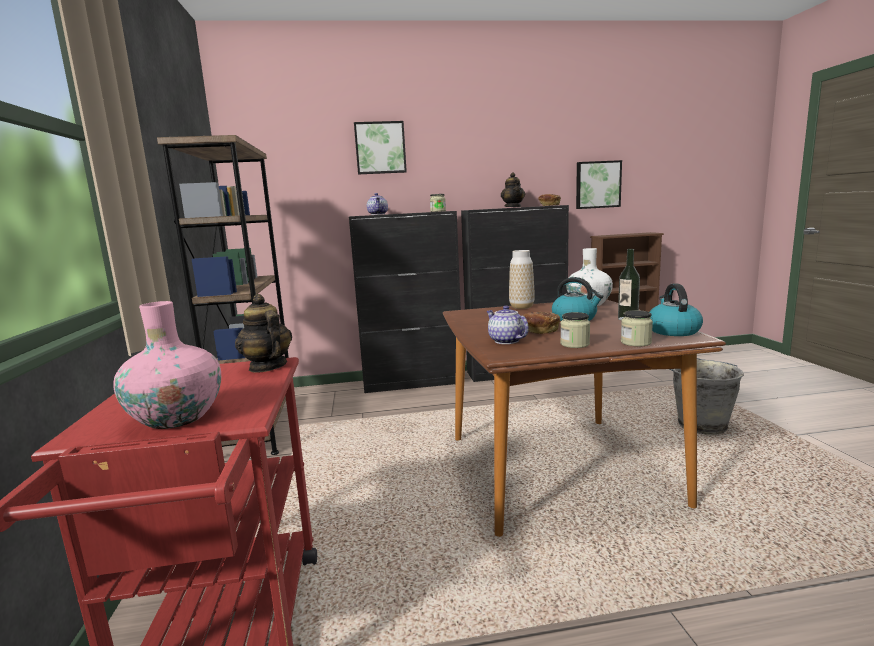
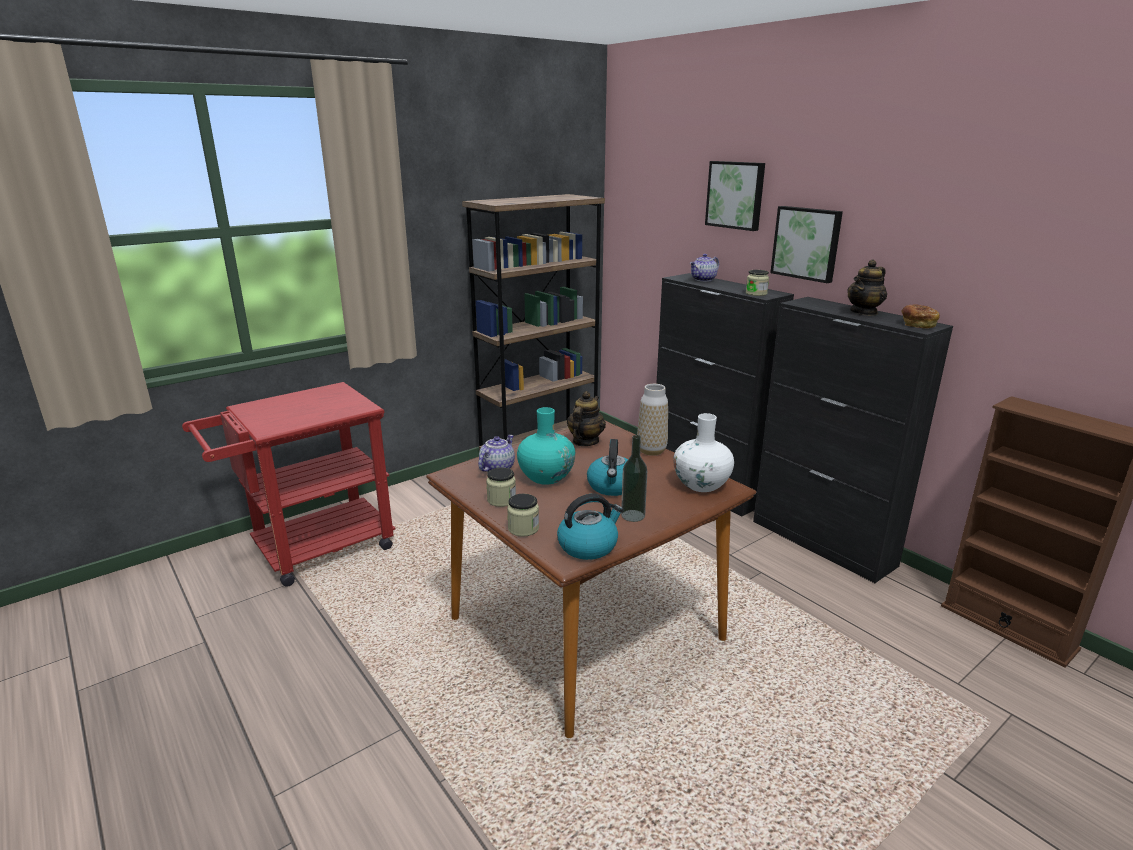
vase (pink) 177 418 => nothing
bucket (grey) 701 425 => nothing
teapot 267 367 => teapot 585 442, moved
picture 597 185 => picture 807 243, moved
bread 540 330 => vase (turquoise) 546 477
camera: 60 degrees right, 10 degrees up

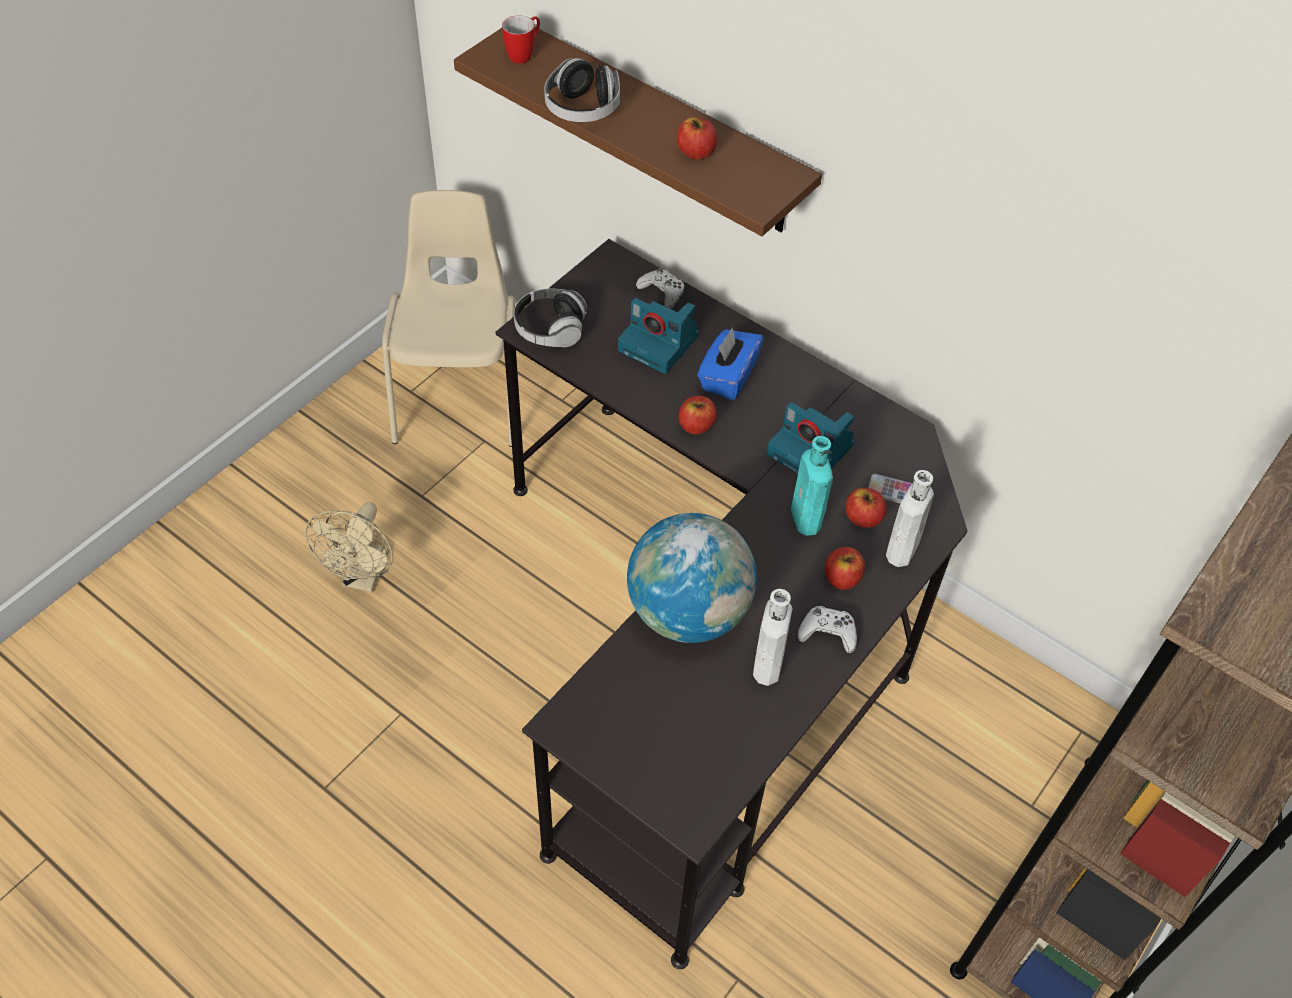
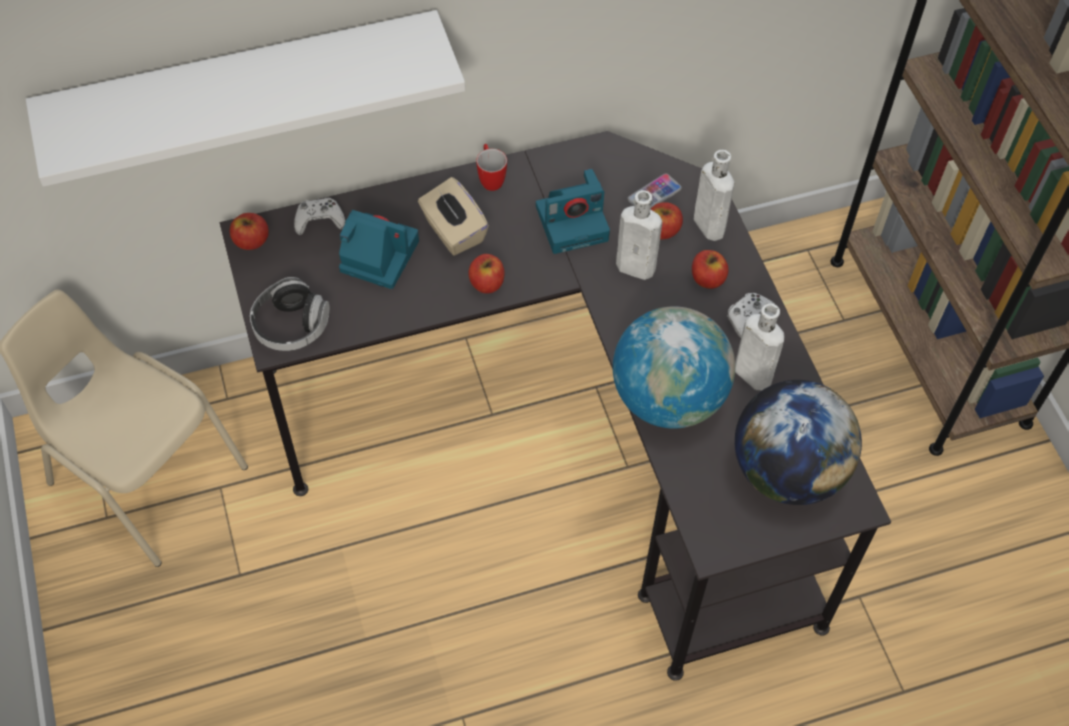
fan (beige) 364 577 => nothing
headphones 582 109 => nothing
nothing => globe 787 471
mug 524 54 => mug 490 178, moved
apple 696 152 => apple 251 241, moved
shelf (brown) 660 128 => shelf (white) 244 86
tissue box (blue) 727 377 => tissue box (beige) 453 231
bottle (turquoise) 806 521 => bottle (white) 638 268
photo camera 660 343 => photo camera 377 256, 135 degrees counterclockwise
camera: 55 degrees left, 5 degrees up

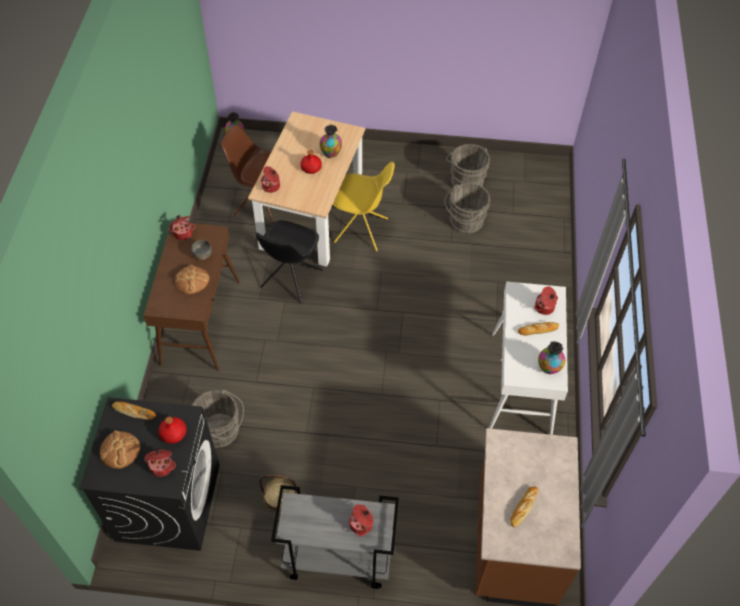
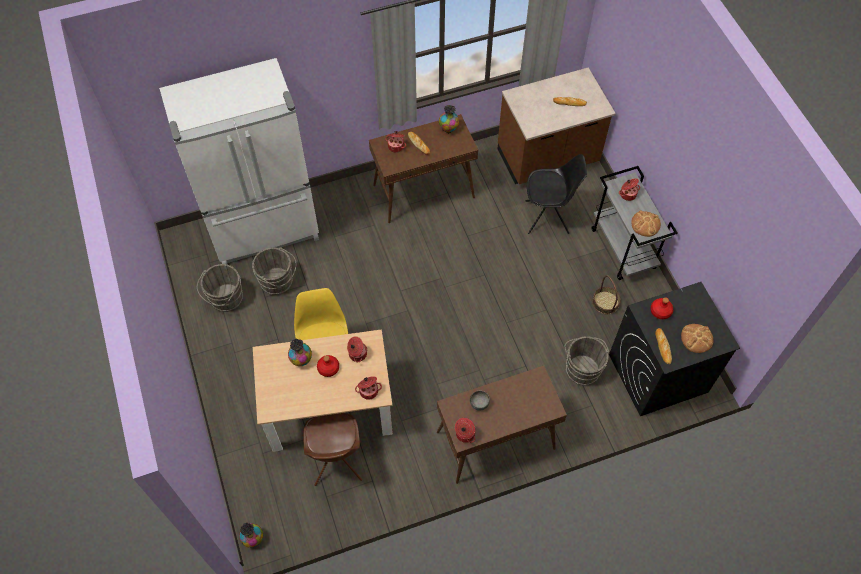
nothing => fridge (white) 264 230
cooking pot 162 466 => cooking pot 357 354, moved
bread 192 281 => bread 645 224, moved
chair (black) 290 279 => chair (black) 548 217, moved
console table (white) 521 384 => console table (brown) 424 191
camera: 115 degrees left, 5 degrees up

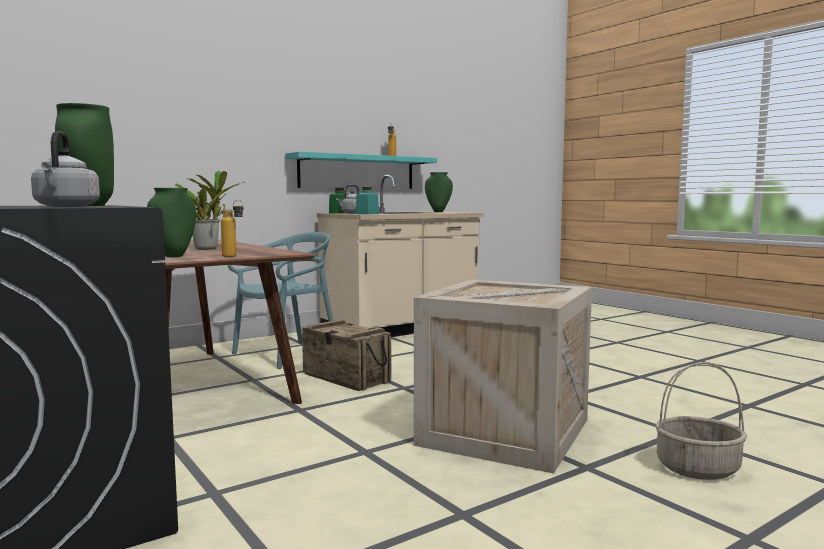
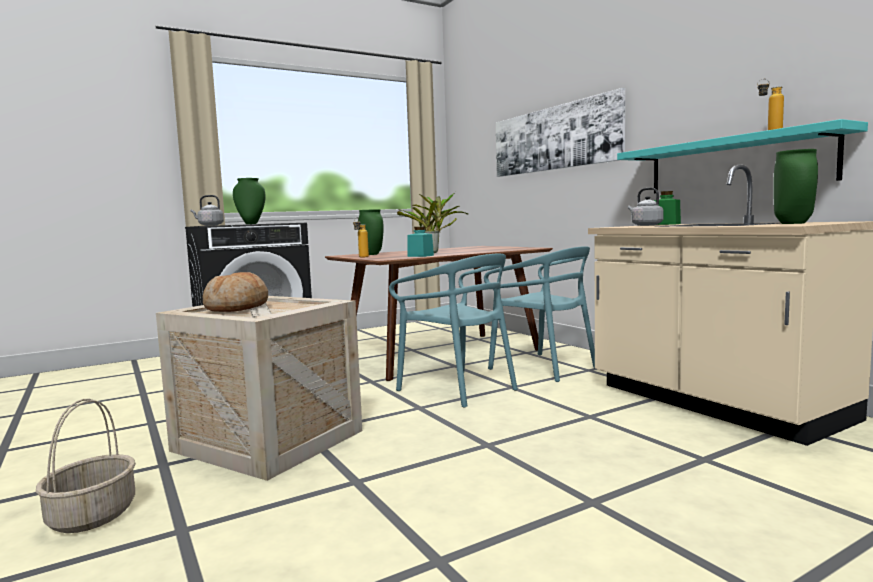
nothing => bread 237 307
nothing => picture 554 138
jar (turquoise) 367 214 => jar (turquoise) 420 256, moved
crate 346 377 => chair (turquoise) 458 389
camera: 95 degrees right, 0 degrees up

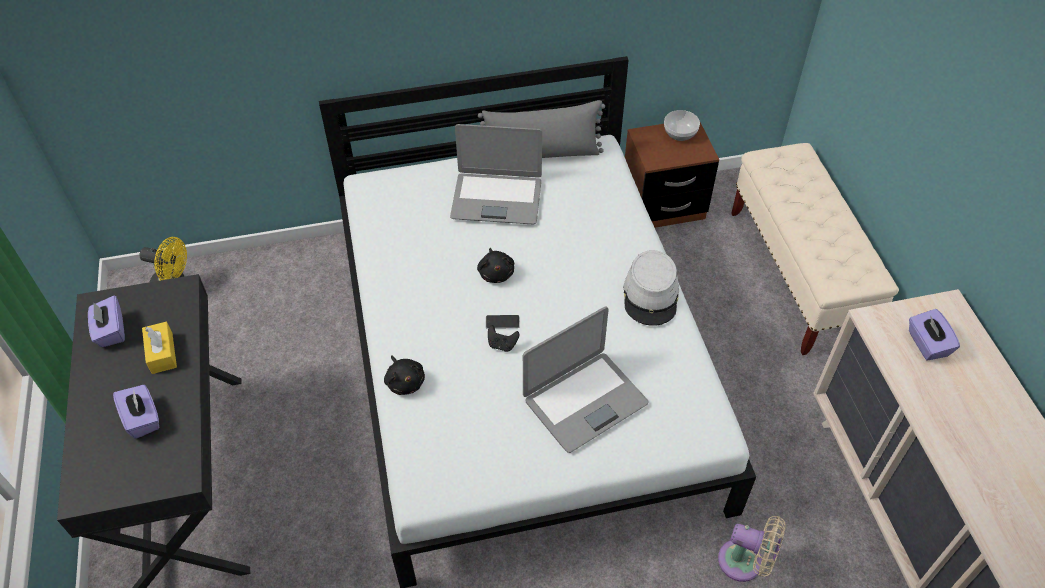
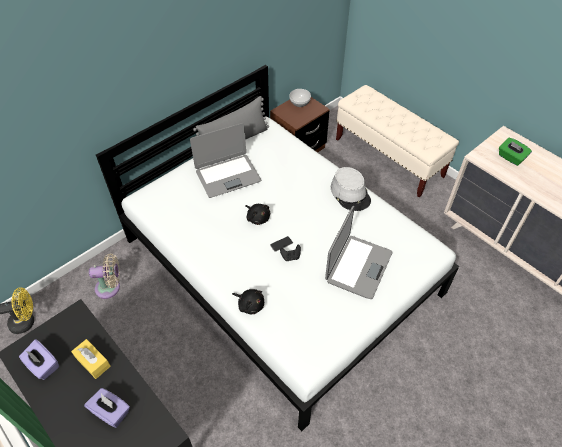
fan (beige) 745 562 => fan (beige) 110 287, moved
tissue box (purple) 926 344 => tissue box (green) 511 158
camera: 30 degrees left, 0 degrees up

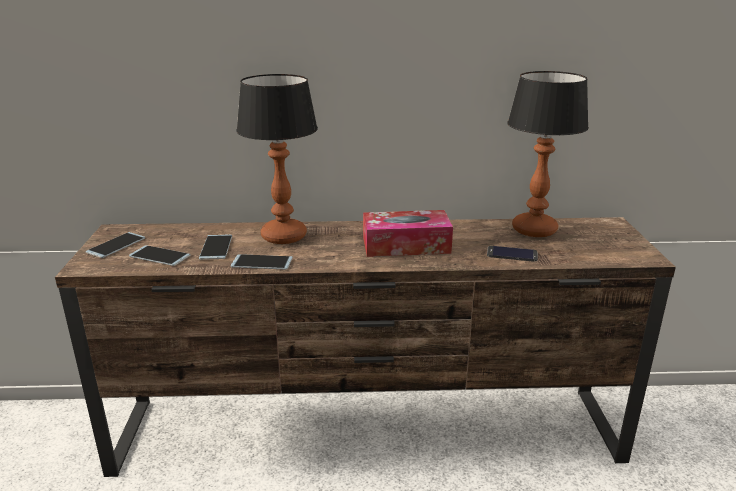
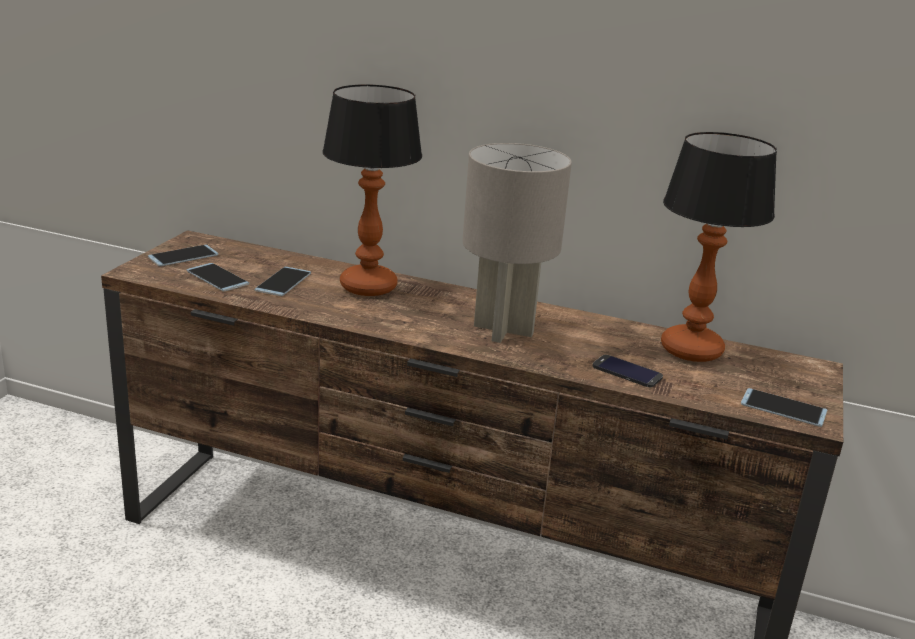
phone 262 262 => phone 783 408, moved
tissue box 406 245 => table lamp (grey) 502 330
camera: 20 degrees right, 0 degrees up

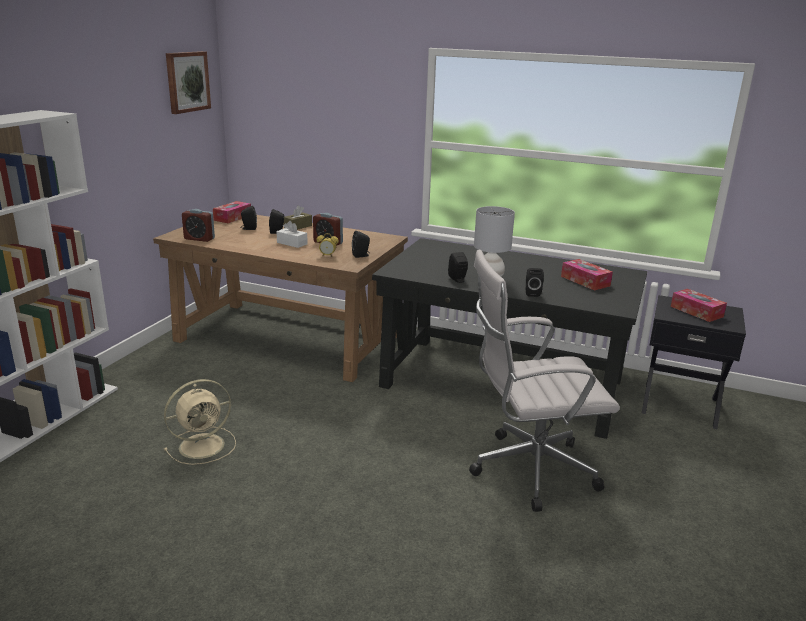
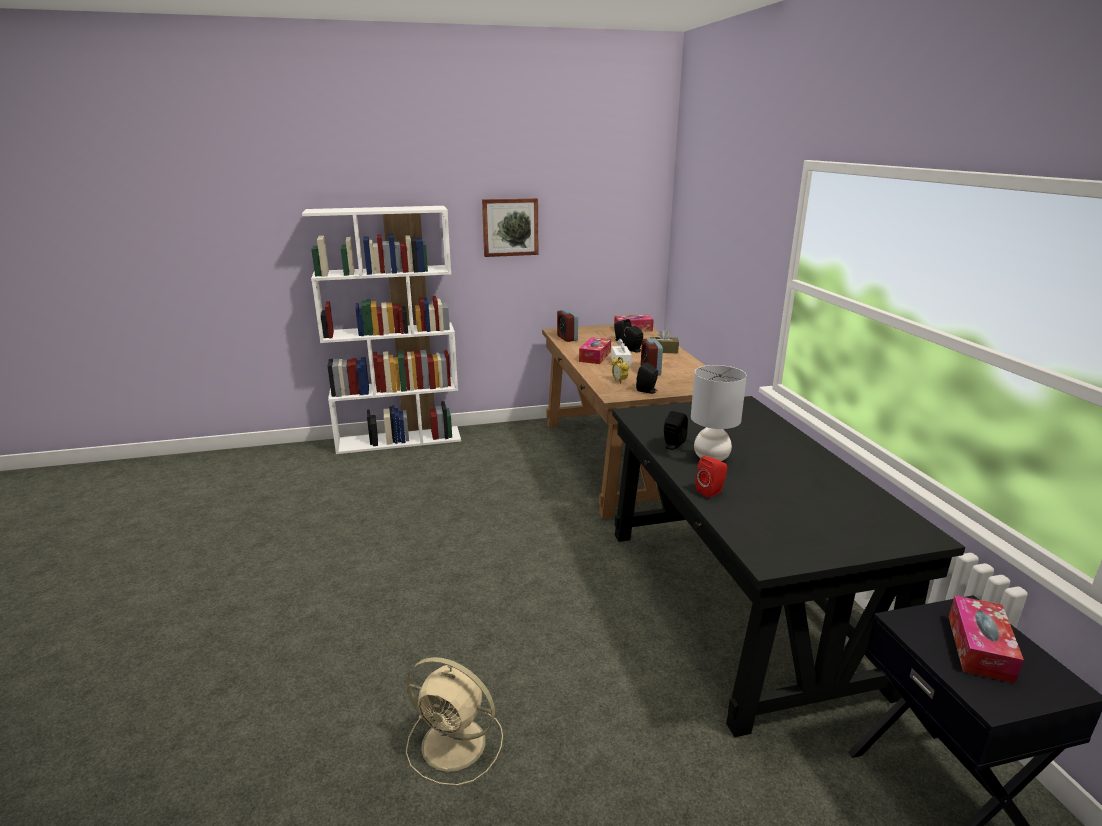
office chair (white) 527 470 => nothing
fan (beige) 204 445 => fan (beige) 456 744, moved
picture 187 82 => picture 510 227, moved
tissue box 585 281 => tissue box 595 356, moved
speaker (black) 532 293 => speaker (red) 711 491
camera: 55 degrees right, 0 degrees up

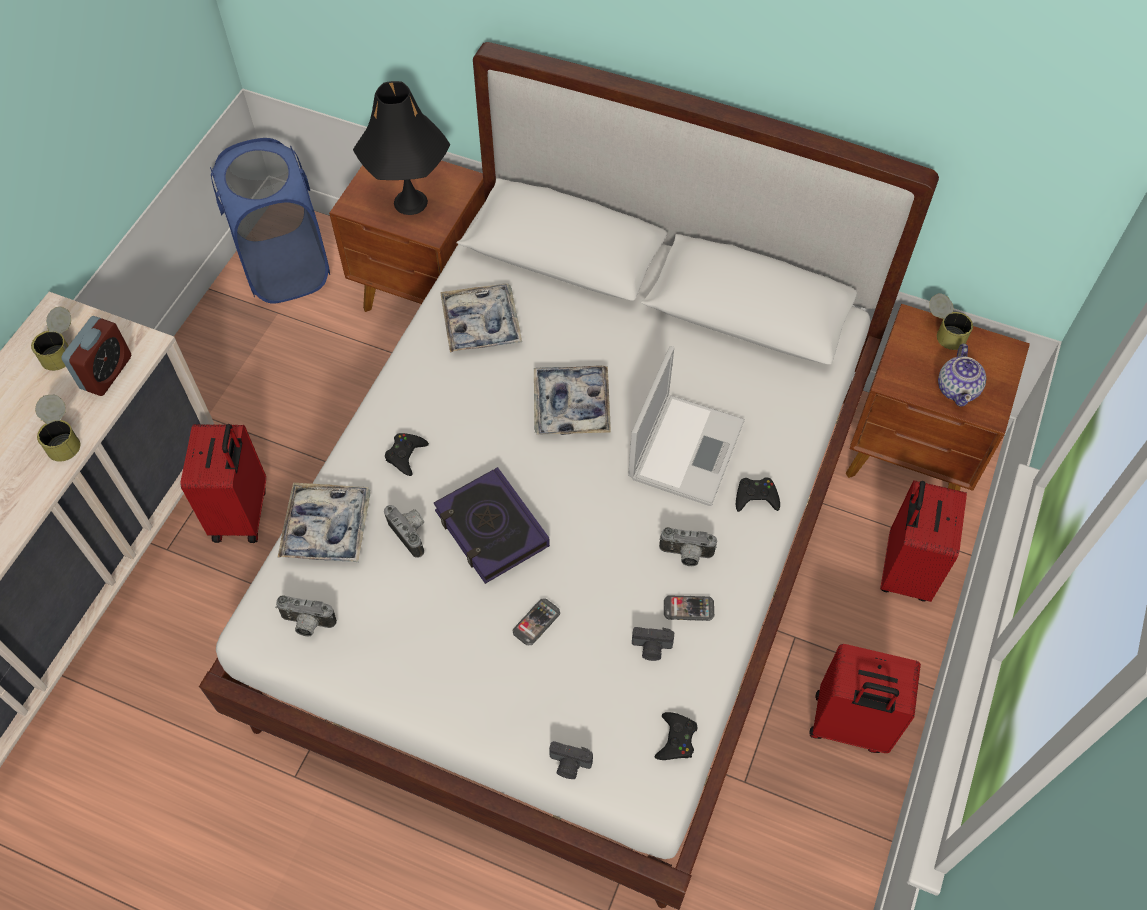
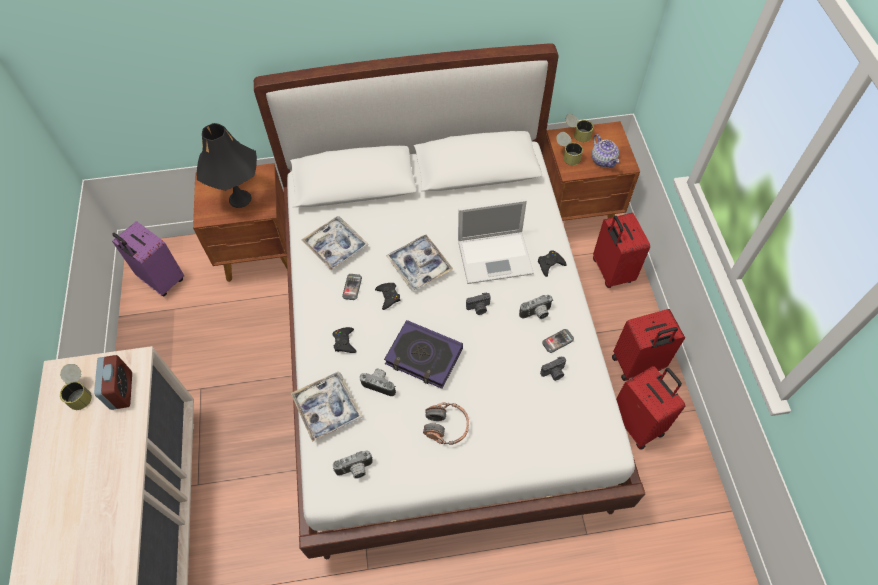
nothing => headphones 446 426
can 63 438 => can 567 155, moved
suitcase (red) 242 513 => suitcase (red) 638 423, moved
phone 536 622 => phone 352 287, moved
photo camera 569 765 => photo camera 478 308, moved
game controller (black) 676 739 => game controller (black) 388 296, moved
laundry basket (blue) 285 268 => suitcase (purple) 161 280
laptop 686 447 => laptop 496 256, 90 degrees clockwise
camera: 30 degrees left, 0 degrees up

